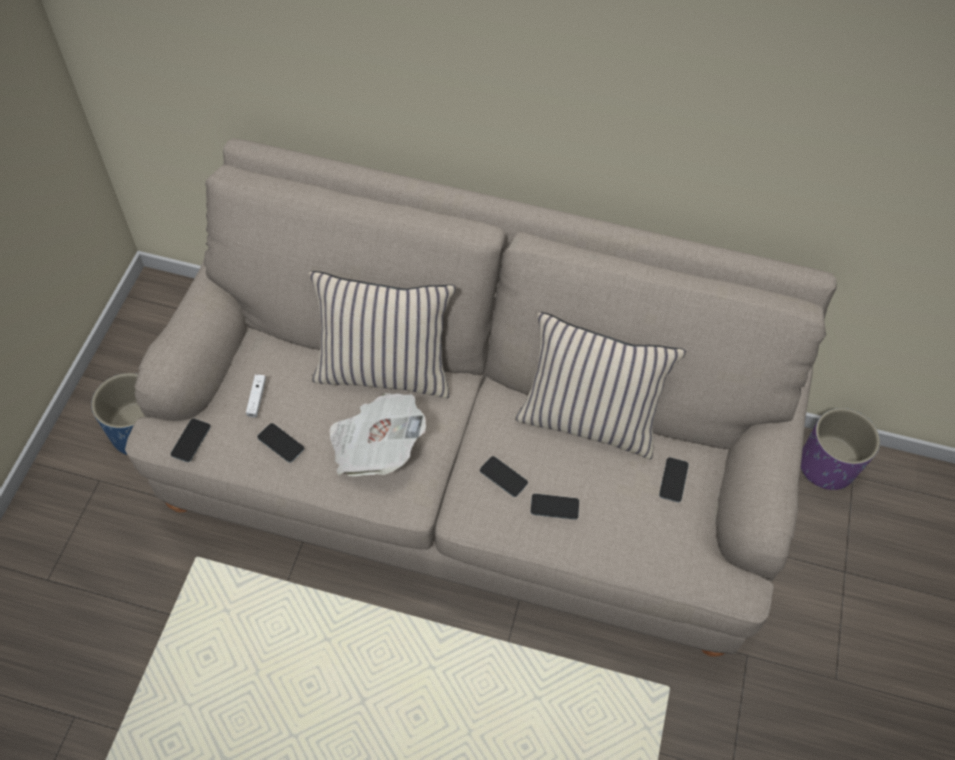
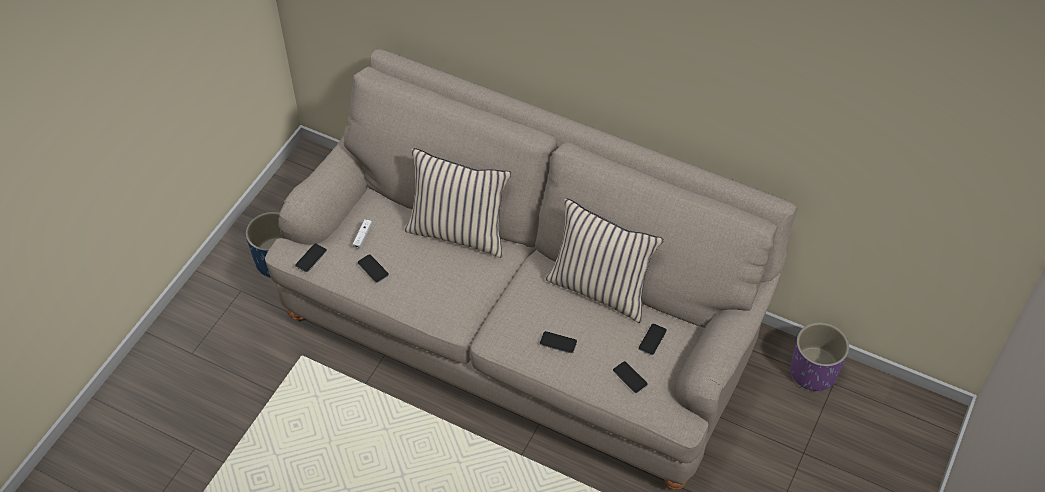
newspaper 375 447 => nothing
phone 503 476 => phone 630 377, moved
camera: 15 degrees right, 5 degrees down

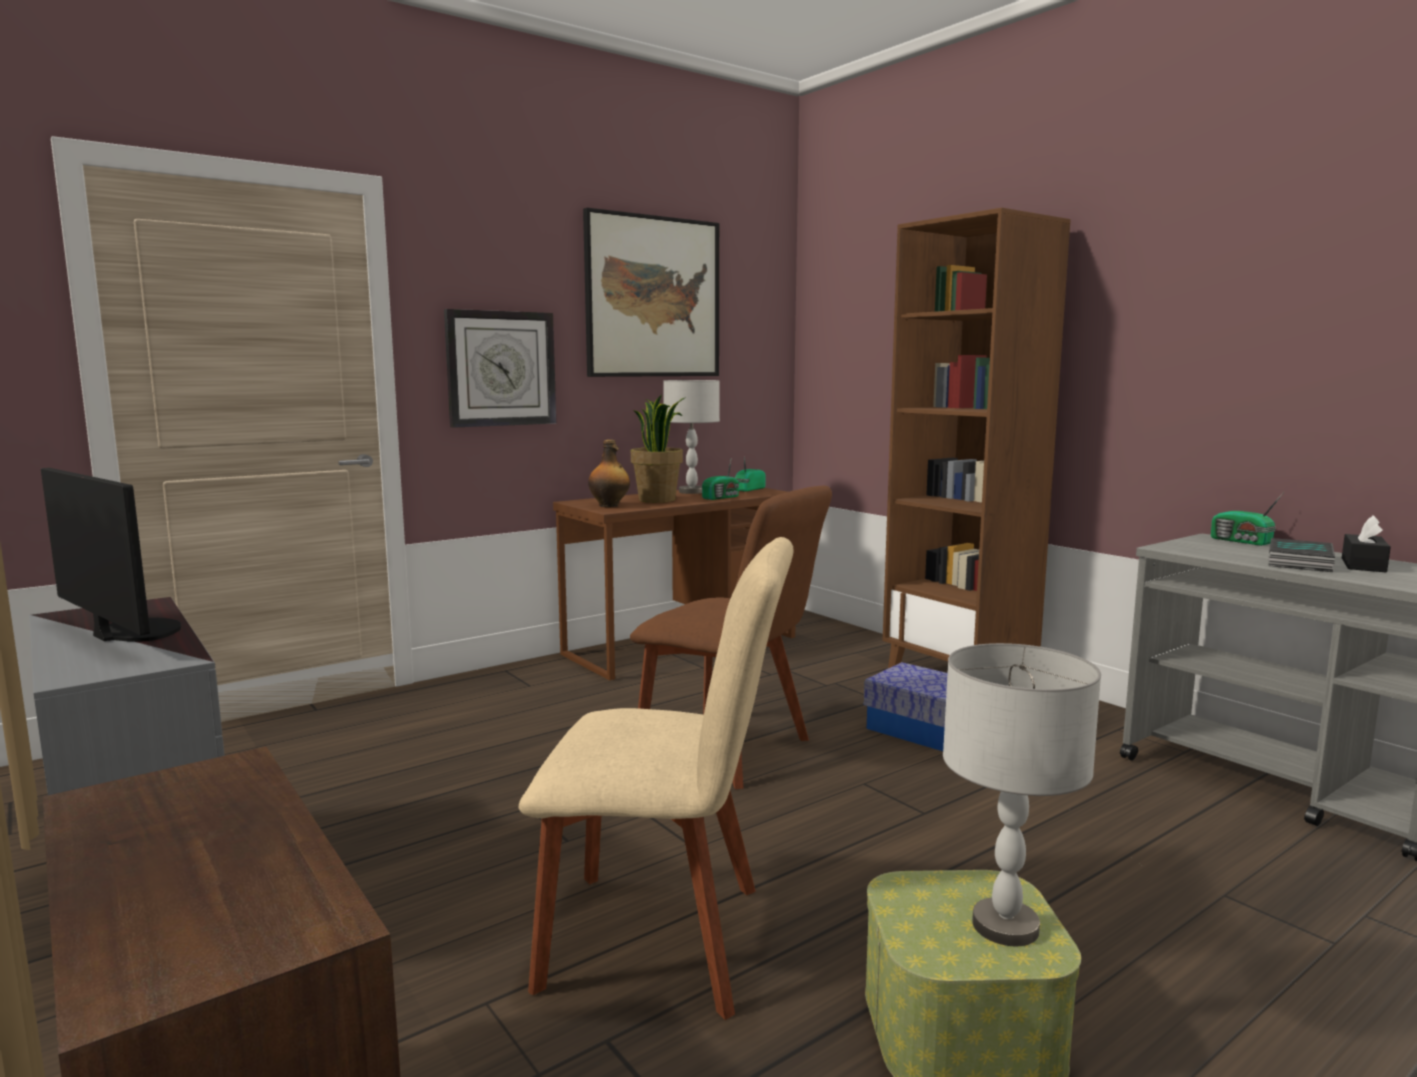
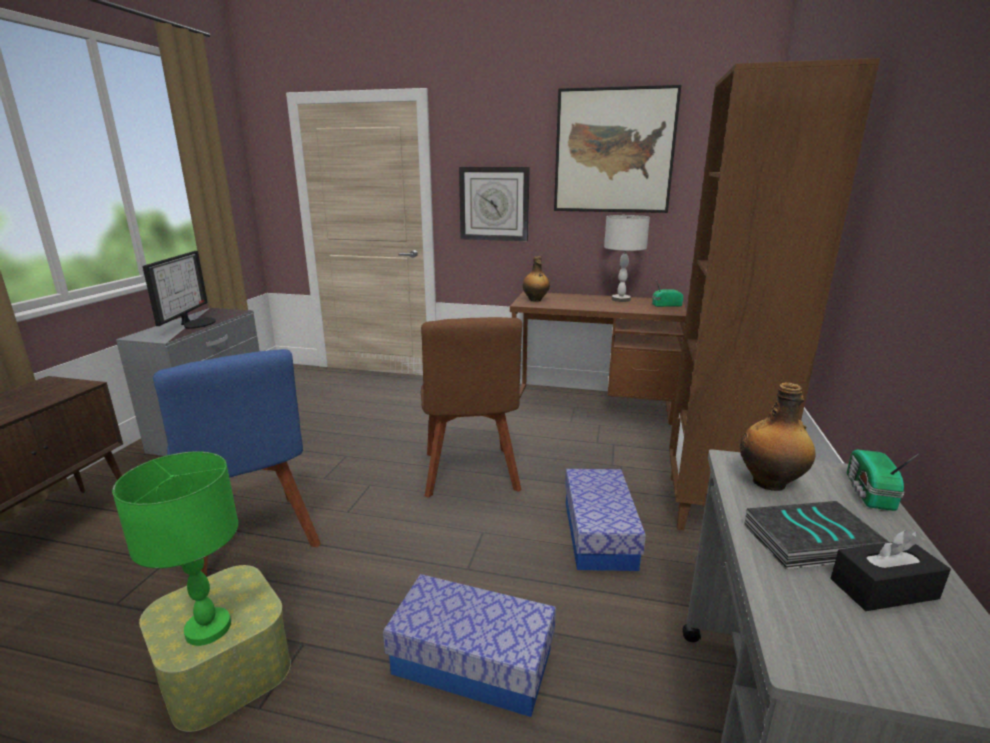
potted plant 658 500 => nothing
radio 722 497 => nothing
nothing => storage box 472 662
nothing => bottle 770 483
chair (beige) 665 939 => chair (blue) 254 541
table lamp (grey) 1006 927 => table lamp (green) 208 629
camera: 50 degrees right, 10 degrees up

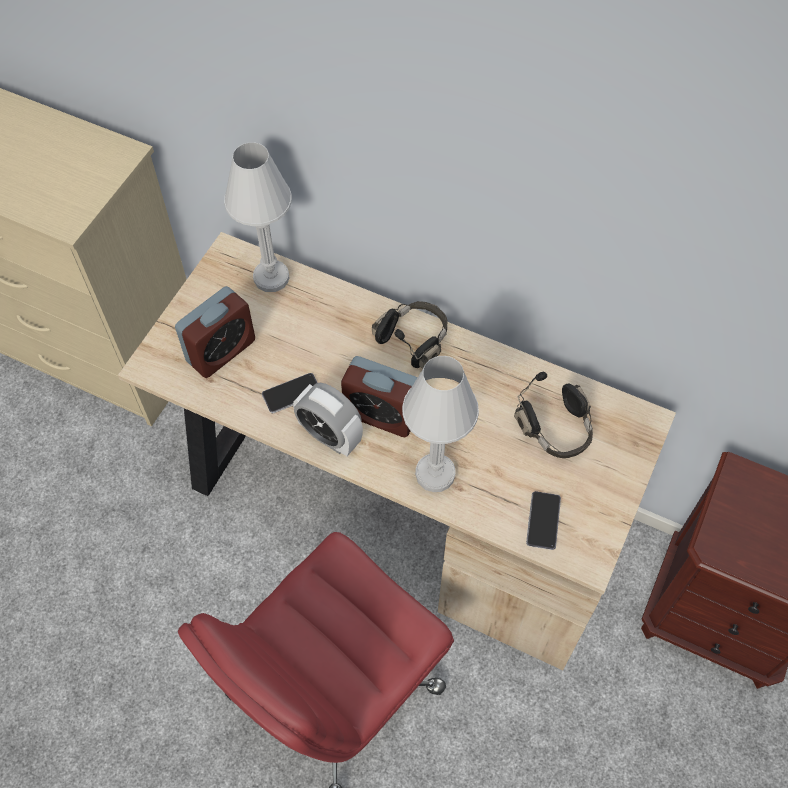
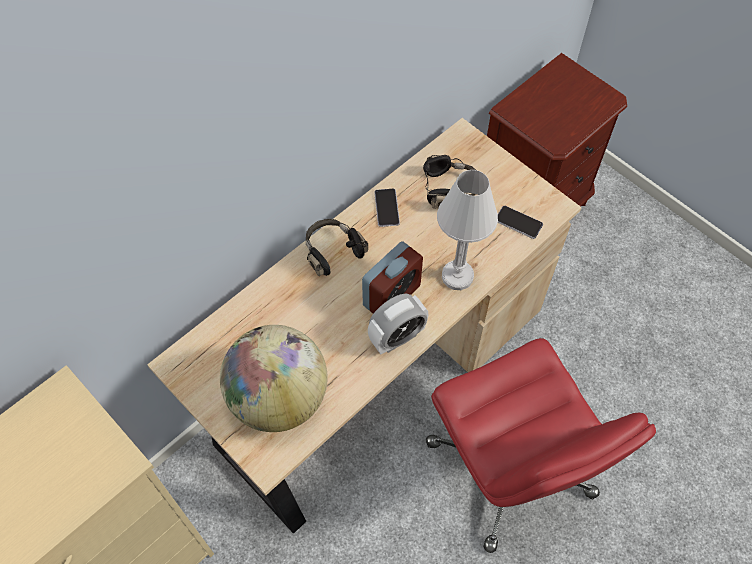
table lamp (white) 271 277 => nothing
phone 291 394 => phone 387 208, moved
alarm clock 221 351 => globe 278 398
camera: 70 degrees left, 0 degrees up

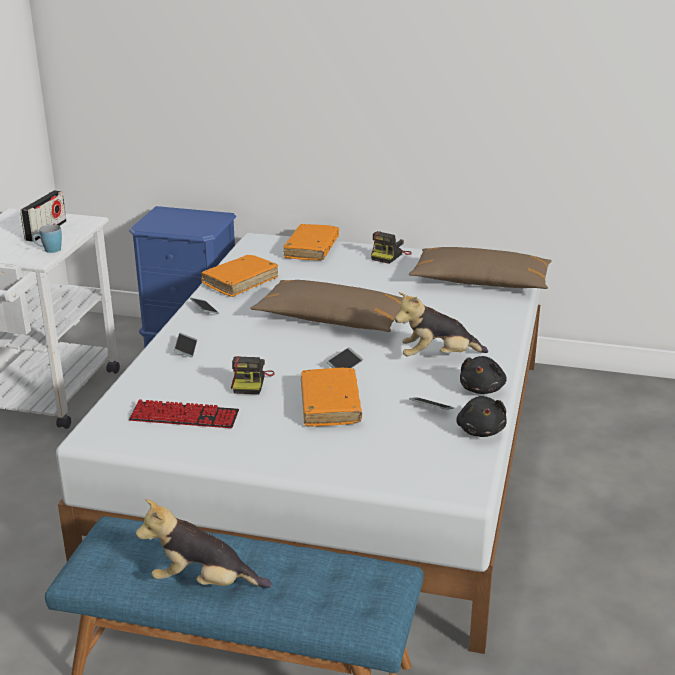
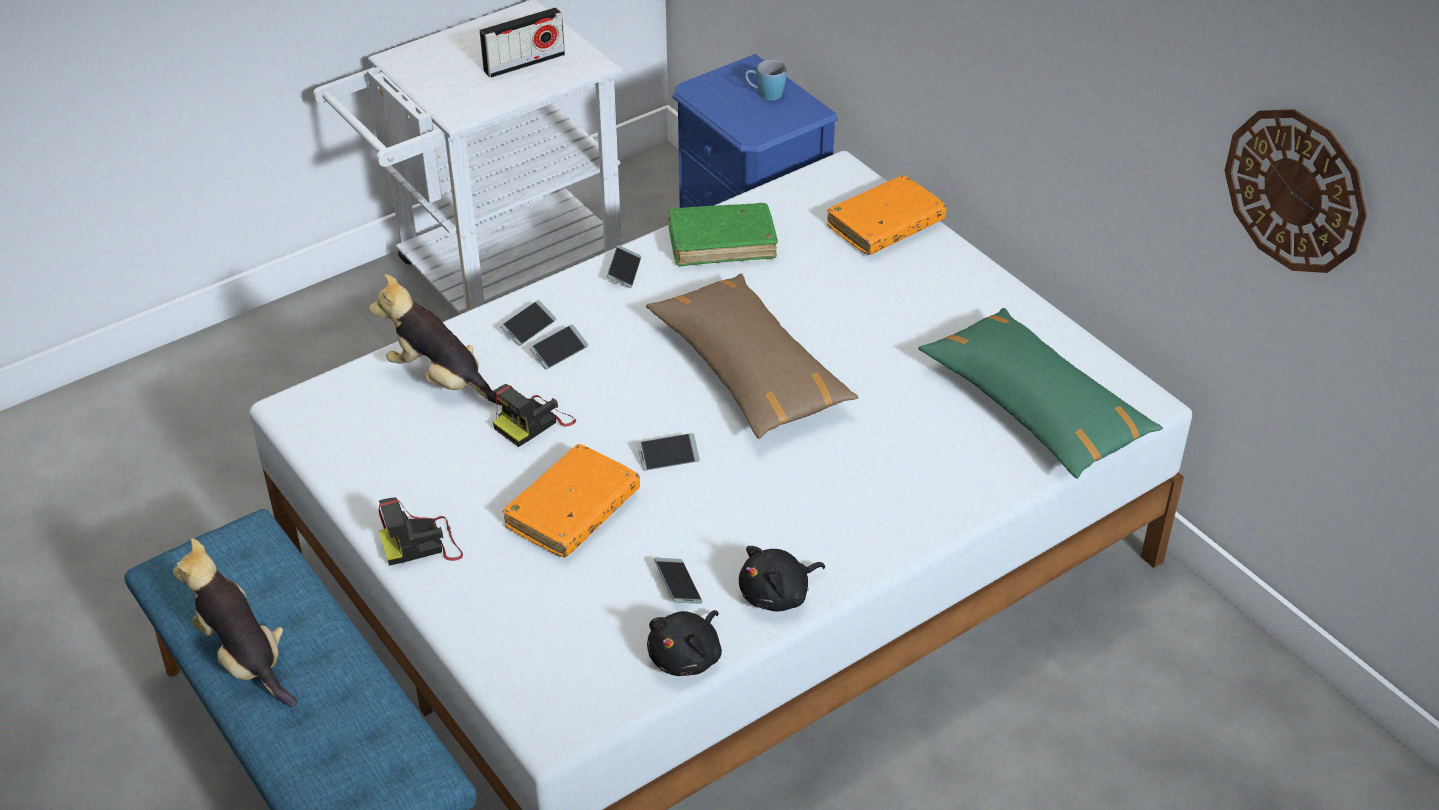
keyboard 184 417 => nothing
nothing => phone 559 351
nothing => wall clock 1296 190
mug (blue) 49 250 => mug (blue) 765 94, moved
photo camera 390 256 => photo camera 422 544, moved
plush toy 437 357 => plush toy 441 380, moved
book (orange) 240 282 => book (green) 722 243
pillow (brown) 480 282 => pillow (green) 1034 407
camera: 40 degrees right, 15 degrees up

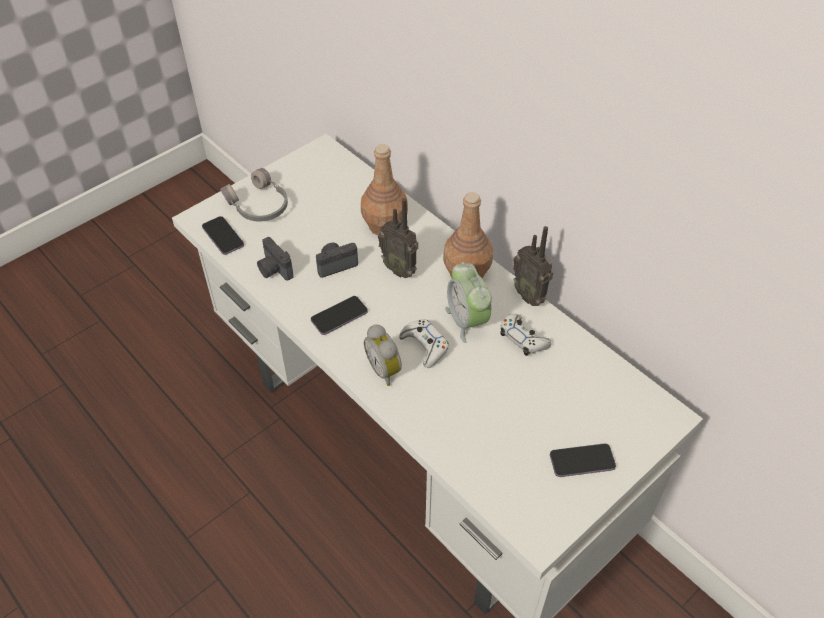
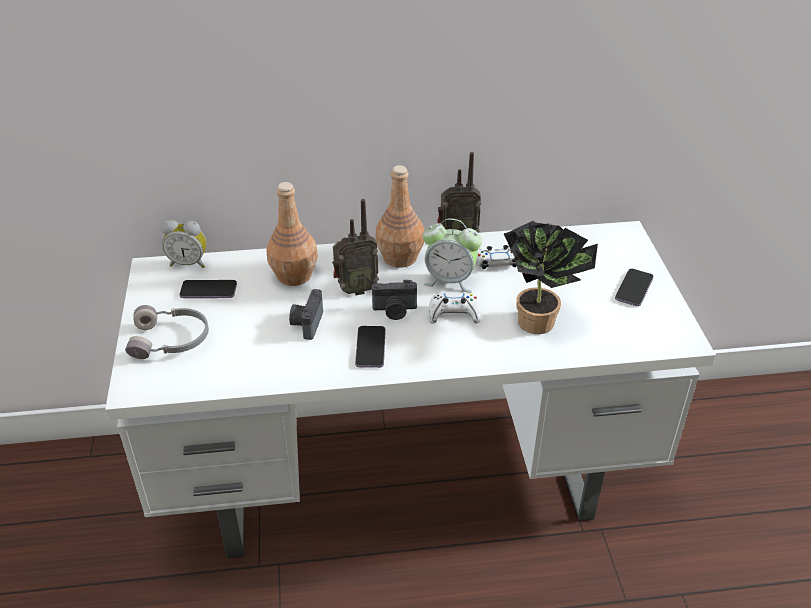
nothing => potted plant 541 322
phone 223 236 => phone 208 291, moved
photo camera 274 270 => photo camera 394 311, moved
alarm clock 385 370 => alarm clock 189 263, moved
camera: 55 degrees left, 10 degrees down

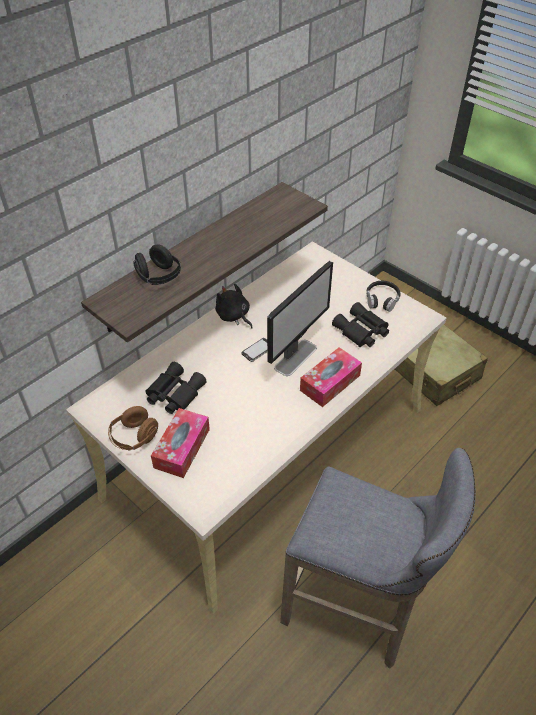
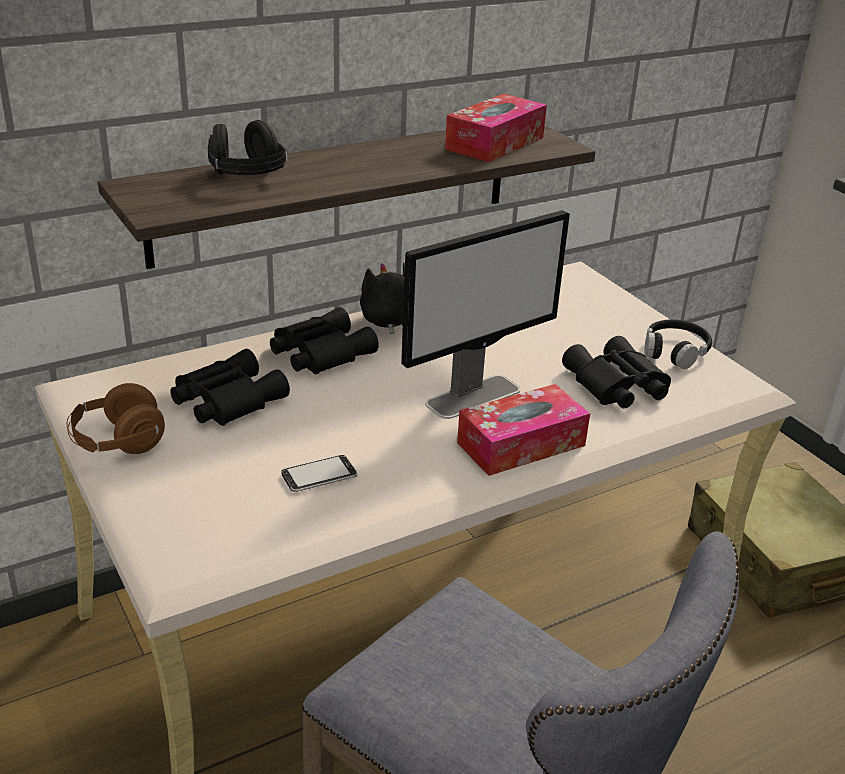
nothing => binoculars (black) 319 352
tissue box 182 448 => tissue box 495 143, moved
phone 258 350 => phone 319 476, moved
camera: 15 degrees right, 15 degrees down

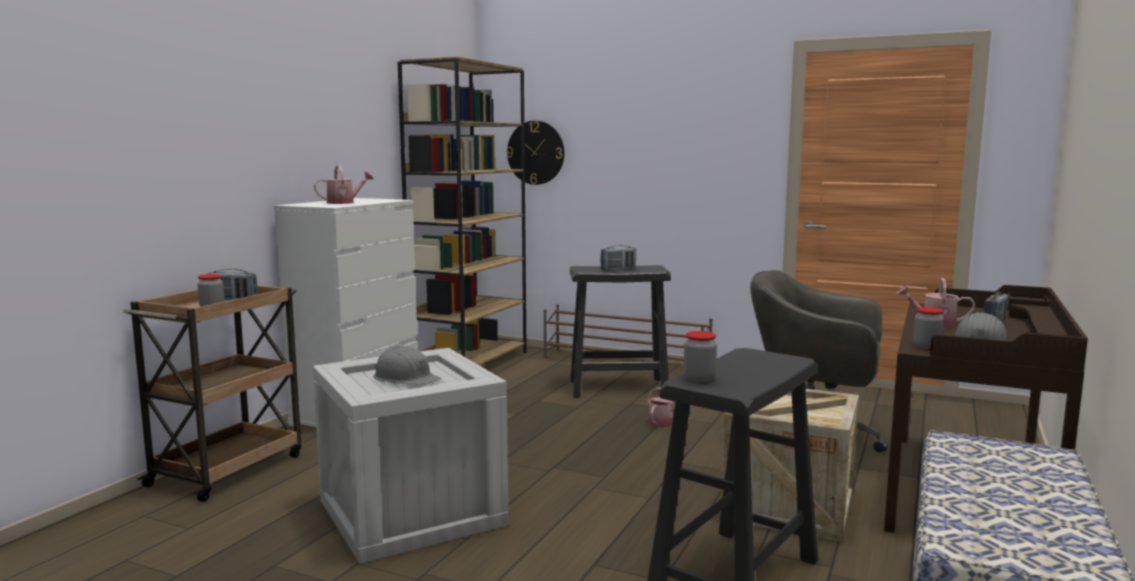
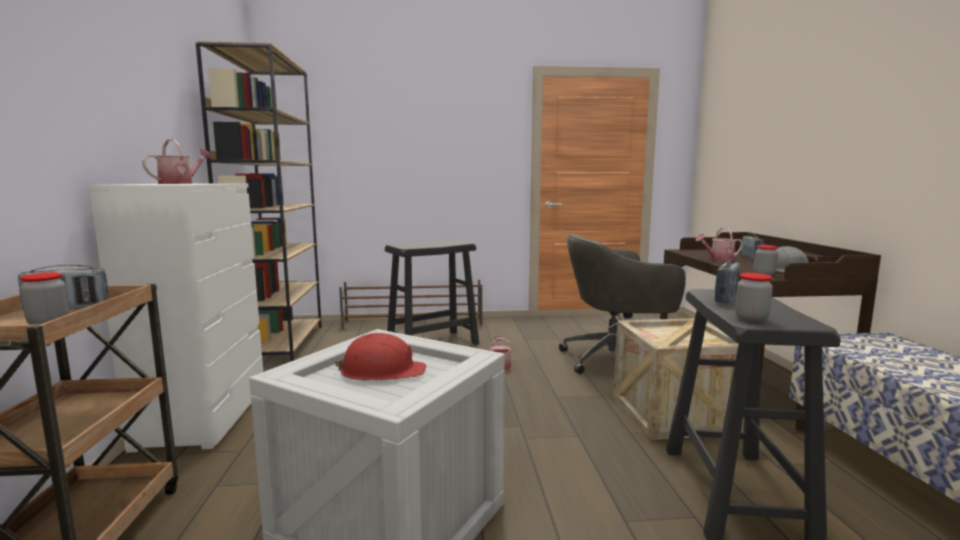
wall clock 536 152 => nothing
radio 618 269 => radio 726 298, moved
hard hat (grey) 405 378 => hard hat (red) 382 371
camera: 30 degrees left, 0 degrees up

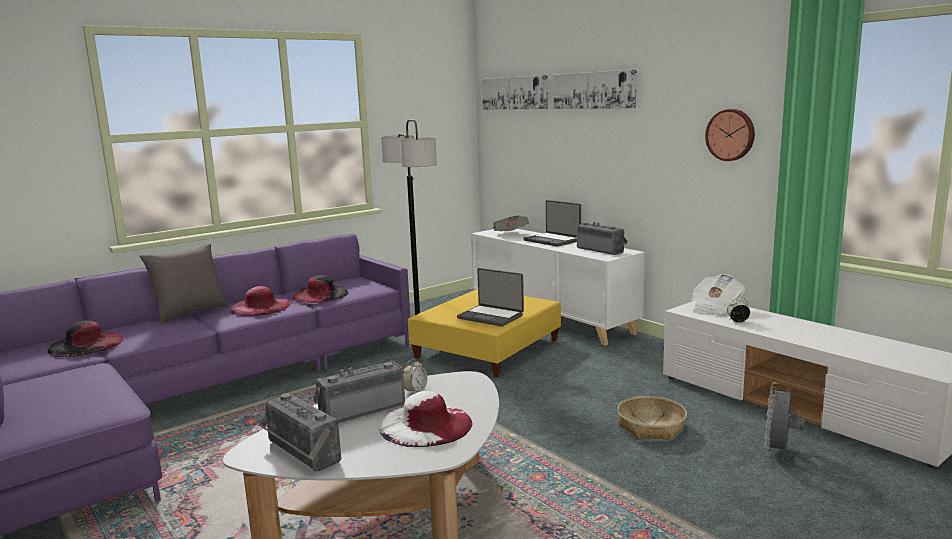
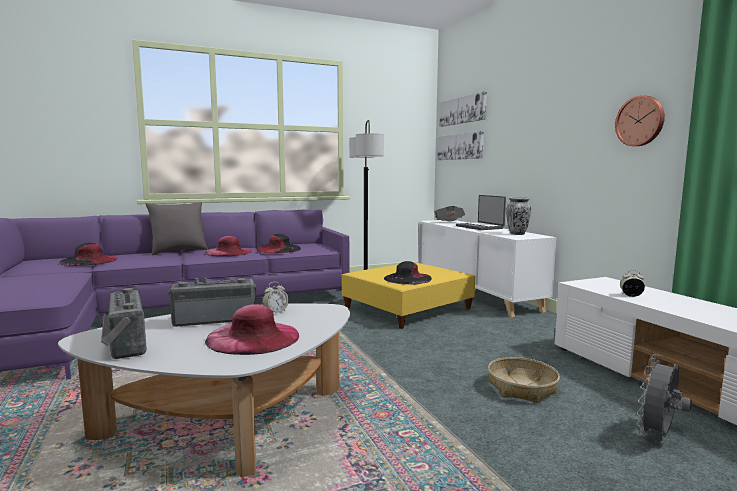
newspaper 714 309 => nothing
picture 594 90 => picture 460 146, moved
laptop 491 316 => hat (black) 407 278
radio 601 250 => vase 517 234
hat (white) 425 424 => hat (pink) 253 337
camera: 15 degrees right, 5 degrees down

